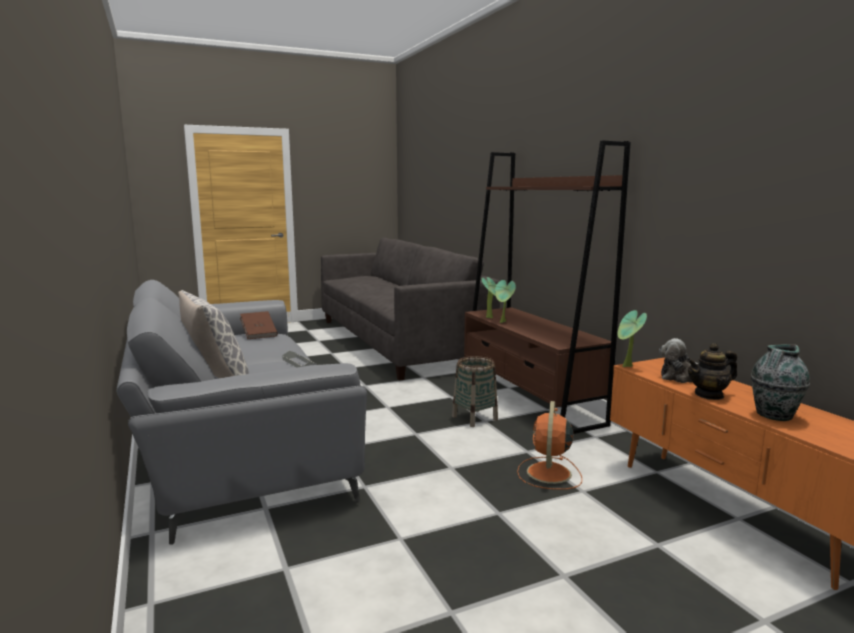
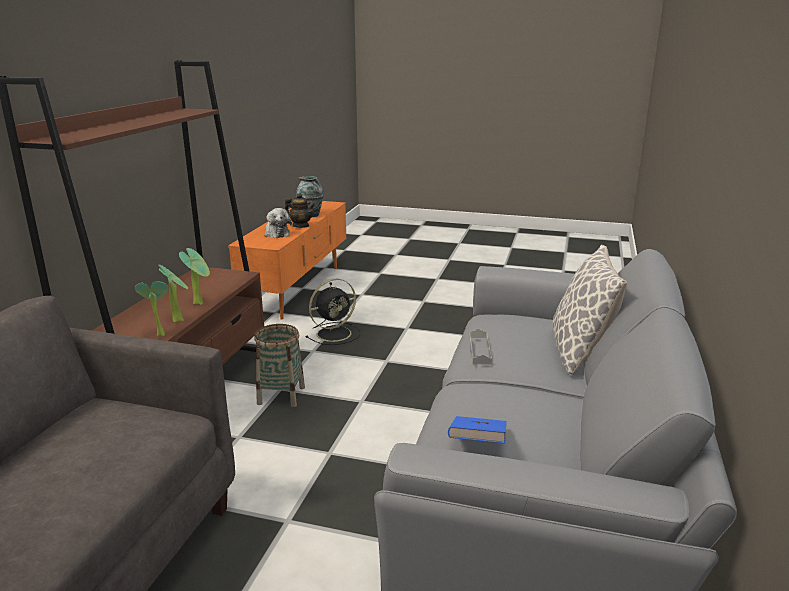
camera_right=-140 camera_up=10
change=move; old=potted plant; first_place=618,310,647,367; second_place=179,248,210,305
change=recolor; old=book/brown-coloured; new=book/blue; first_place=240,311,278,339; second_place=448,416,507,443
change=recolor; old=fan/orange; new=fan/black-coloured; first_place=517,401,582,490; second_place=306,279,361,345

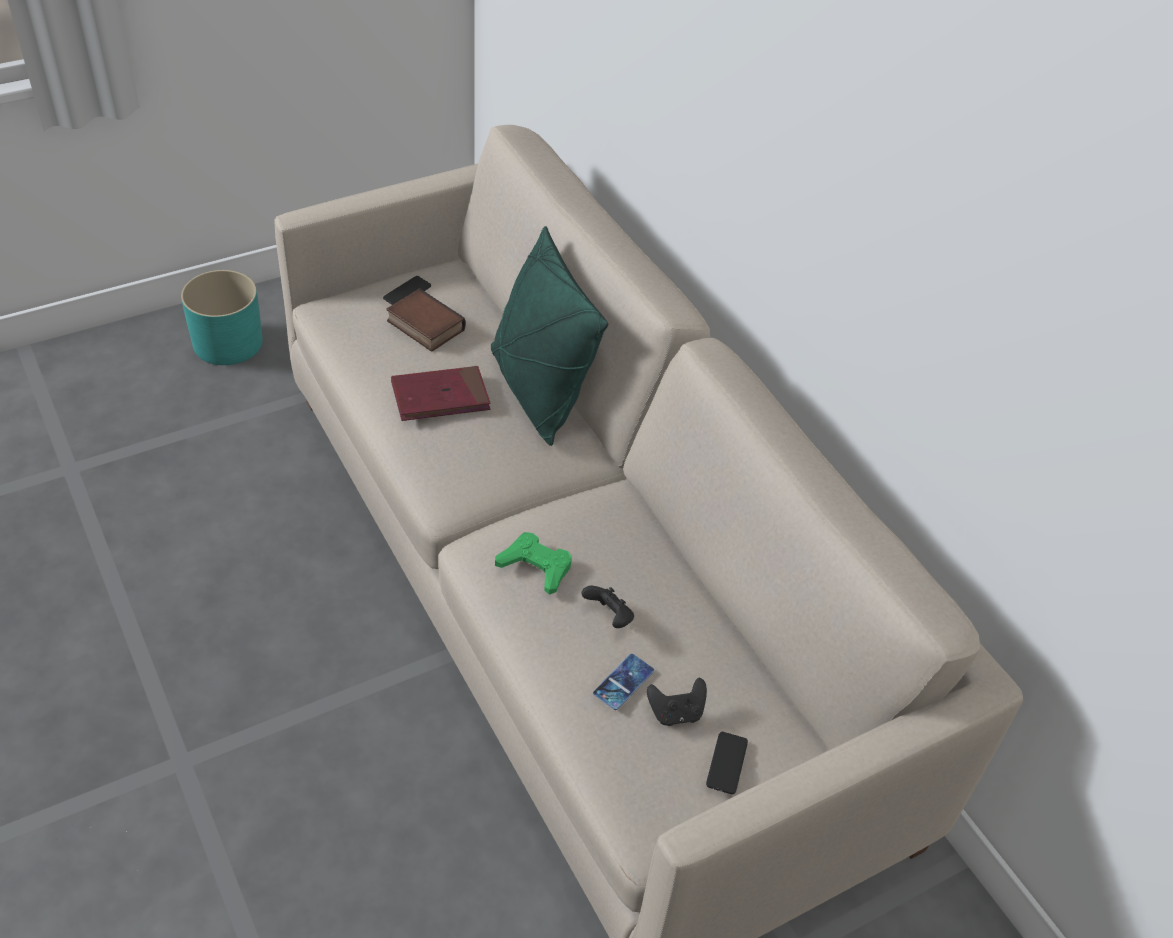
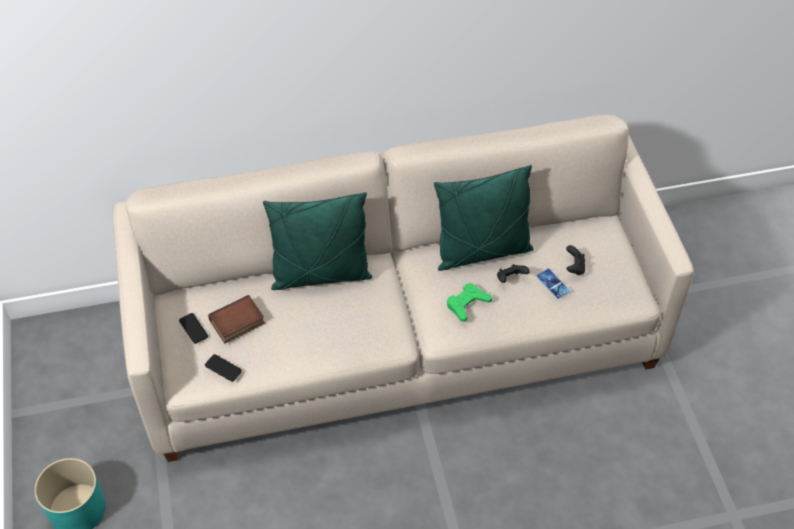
camera_right=-70 camera_up=5
change=delete; old=book/red-coloured; first_place=391,366,491,421
change=move; old=phone; first_place=706,732,748,794; second_place=205,354,242,382
change=insert; new=throw pillow/green-coloured; second_place=434,165,534,271

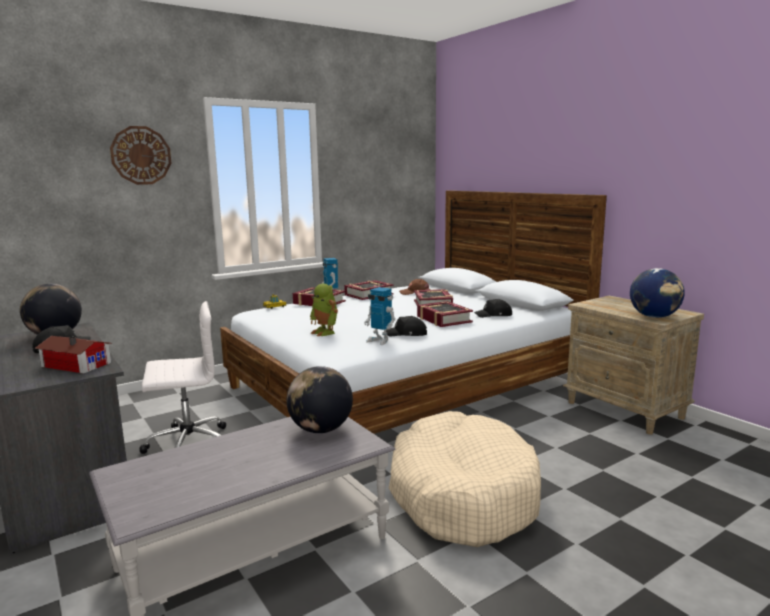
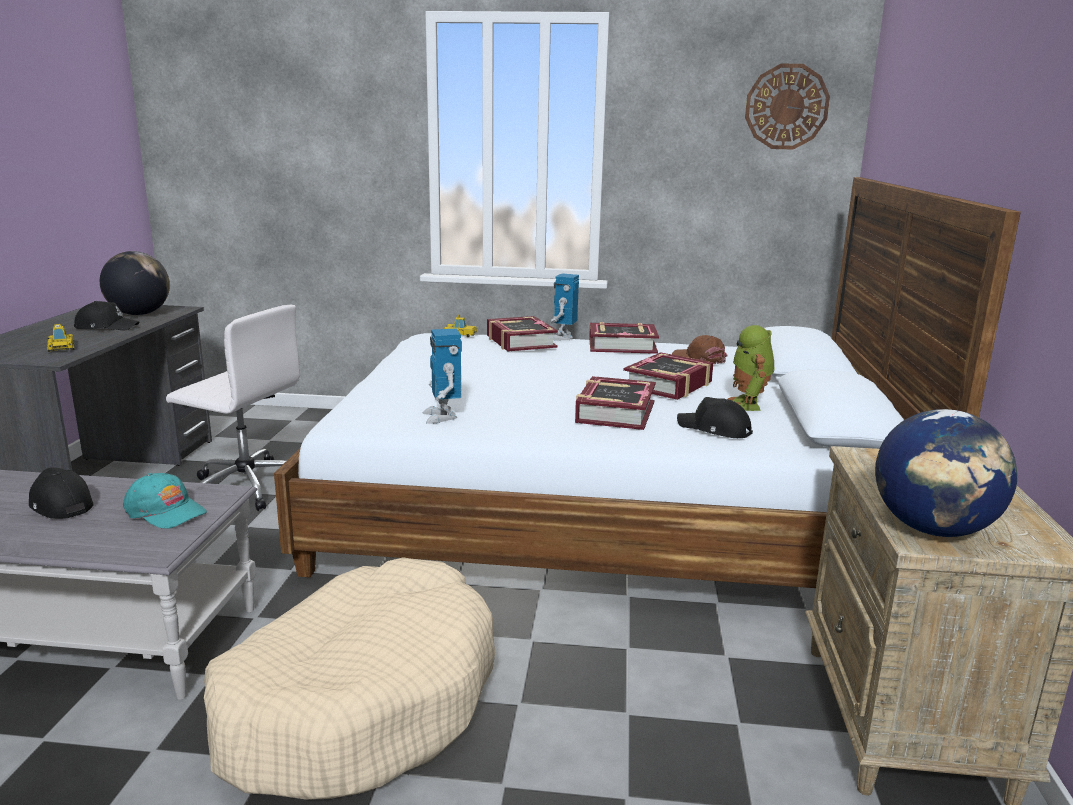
camera_right=40 camera_up=5
change=move; old=wall clock; first_place=110,126,171,185; second_place=745,64,830,149
change=move; old=toy robot; first_place=310,284,338,336; second_place=728,325,775,411
change=move; old=cap/black-coloured; first_place=386,316,427,337; second_place=29,467,94,519
change=replace; old=toy house; new=toy car; first_place=35,336,112,374; second_place=47,324,75,352
change=replace; old=globe; new=cap/turquoise; first_place=287,366,353,433; second_place=123,473,207,529

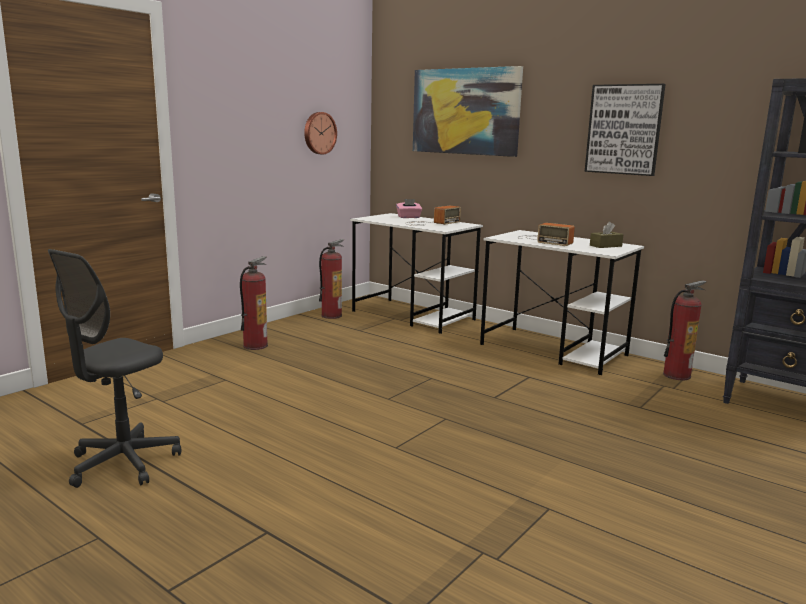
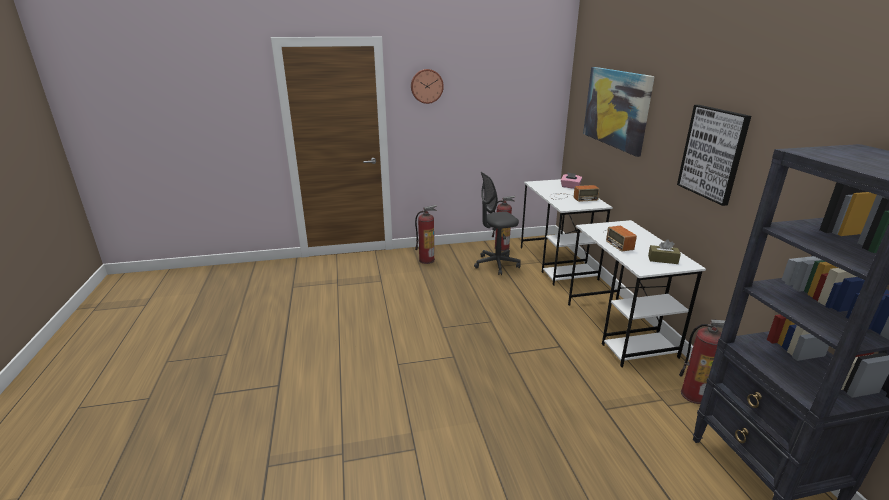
camera_right=40 camera_up=10
change=move; old=wall clock; first_place=304,112,337,154; second_place=411,69,444,104
change=move; old=office chair/greyish; first_place=48,249,181,488; second_place=474,172,521,275

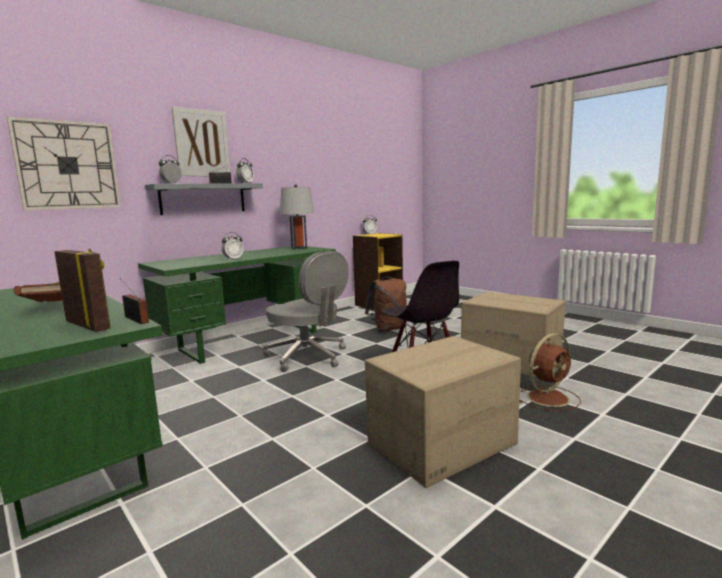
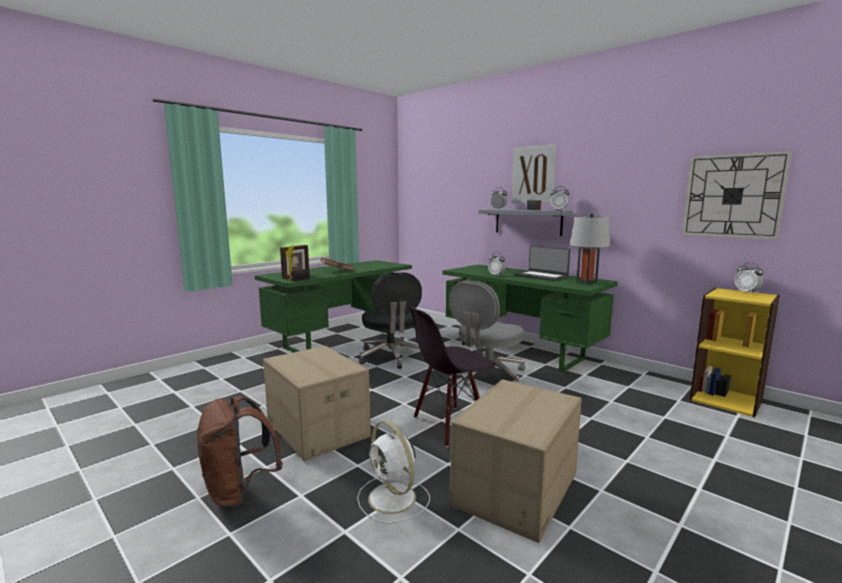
camera_right=85 camera_up=0
change=move; old=wall clock; first_place=7,116,121,210; second_place=682,150,792,240
change=move; old=backpack/brown-coloured; first_place=365,276,407,332; second_place=197,396,283,508
change=recolor; old=fan/brown-coloured; new=fan/whitish; first_place=519,334,581,411; second_place=357,421,430,524
change=insert; new=laptop; second_place=514,246,570,281
change=insert; new=office chair/black-coloured; second_place=359,272,422,369

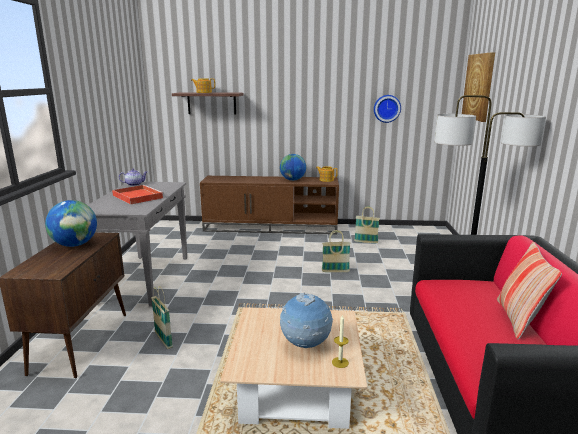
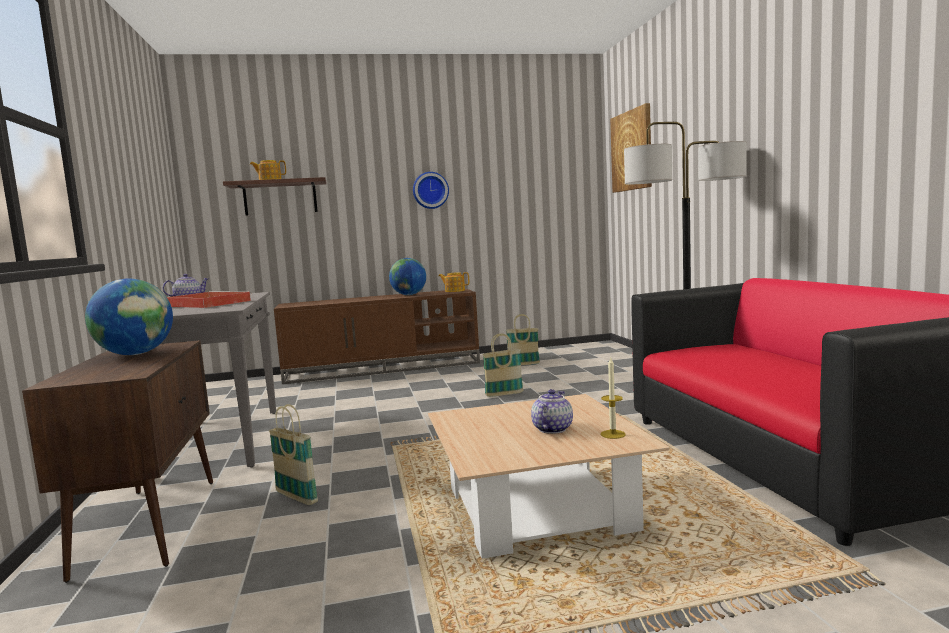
camera_right=-15 camera_up=-10
change=move; old=wall clock; first_place=374,95,401,123; second_place=413,172,449,209
change=delete; old=throw pillow; first_place=497,242,562,339
change=replace; old=globe; new=tea pot; first_place=280,293,333,348; second_place=531,389,573,434

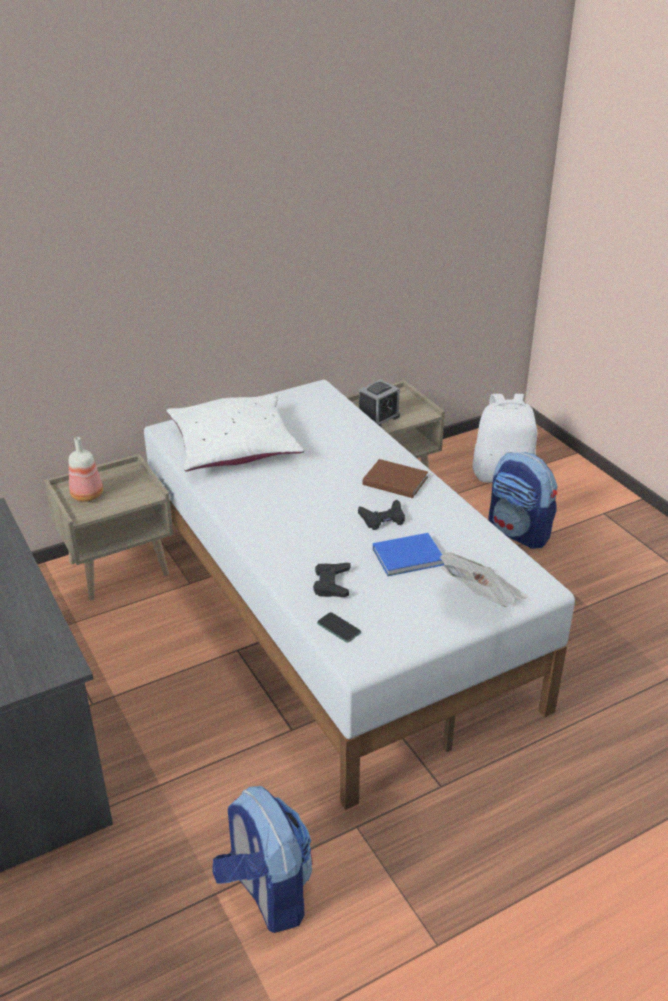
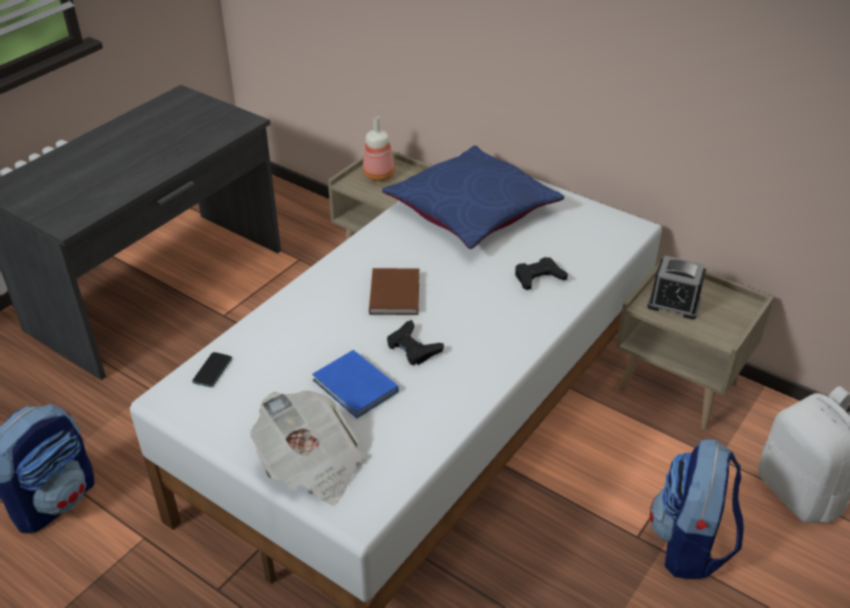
camera_right=65 camera_up=5
change=recolor; old=throw pillow/whitish; new=throw pillow/blue; first_place=167,394,304,471; second_place=382,146,564,249
change=move; old=book/brown-coloured; first_place=363,459,428,498; second_place=369,268,419,315
change=move; old=gamepad/black-coloured; first_place=313,563,351,597; second_place=515,257,568,290

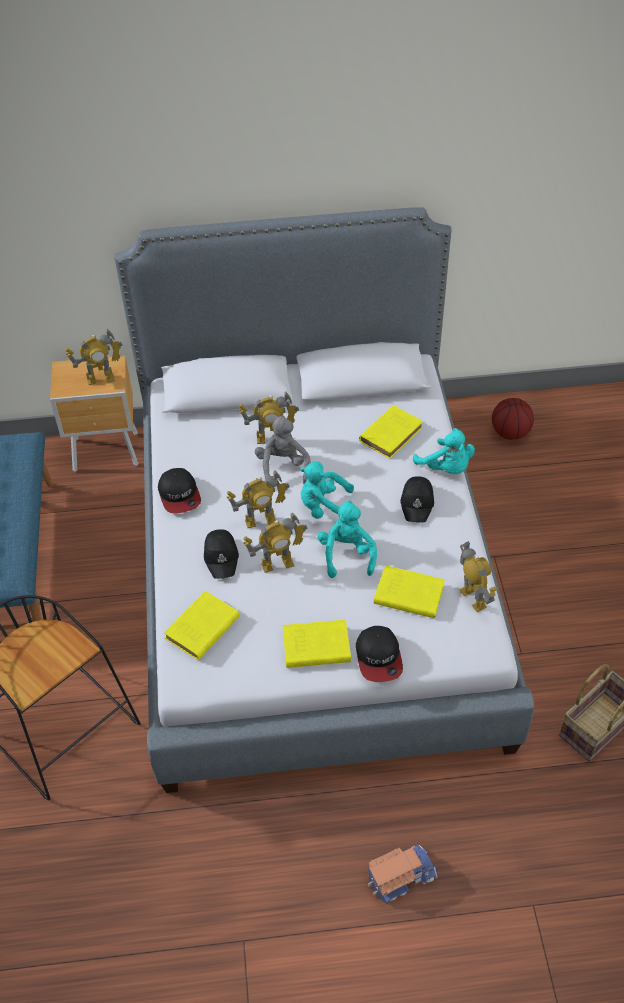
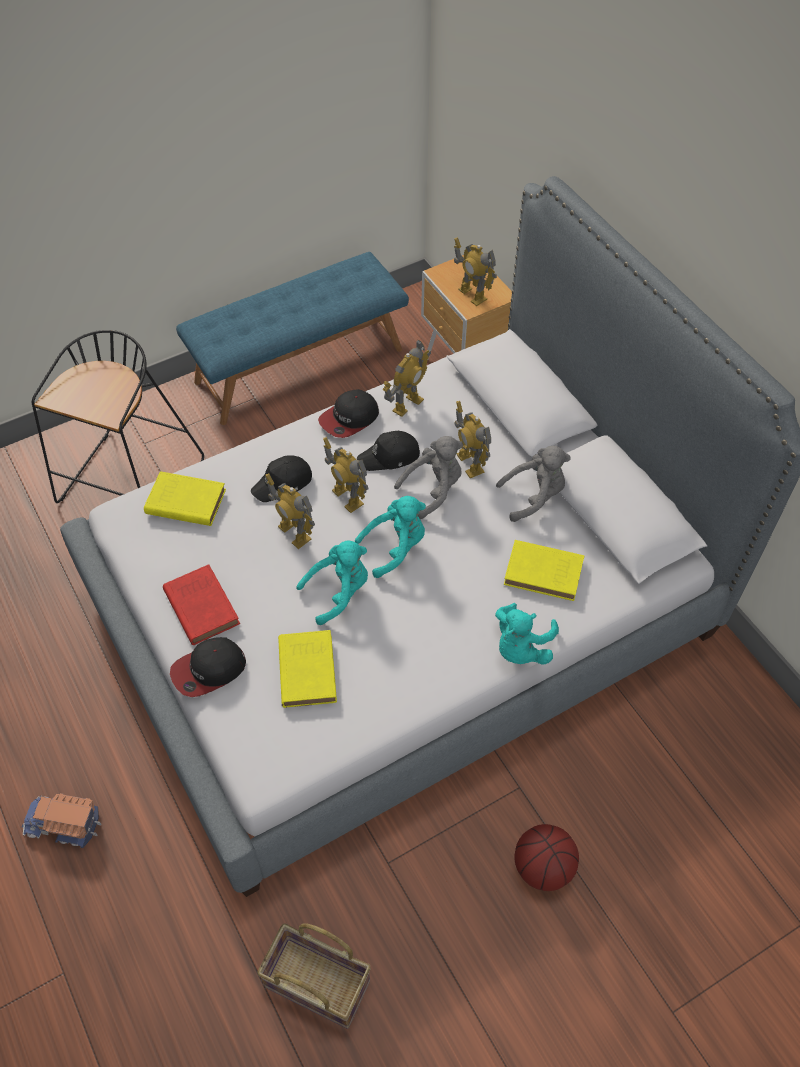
camera_right=65 camera_up=5
change=move; old=basketball; first_place=492,398,534,440; second_place=514,824,579,891
change=rotate; old=plush toy/turquoise; first_place=300,461,354,519; second_place=355,496,426,578; degrees=90
change=move; old=cap/black-coloured; first_place=400,476,434,523; second_place=357,431,420,471
change=move; old=toy robot; first_place=459,541,497,612; second_place=382,339,431,417
change=recolor; old=book/yellow-coloured; new=book/red-coloured; first_place=283,619,351,668; second_place=163,564,240,645
change=rotate; old=model truck; first_place=368,845,438,904; second_place=22,793,101,848; degrees=150
change=insert; new=plush toy/greyish; second_place=496,446,571,522

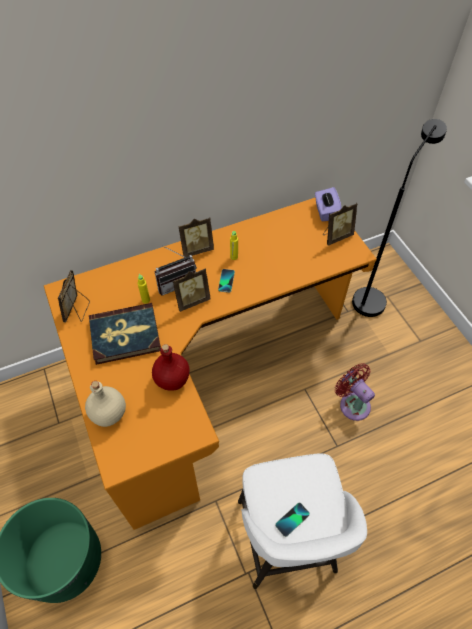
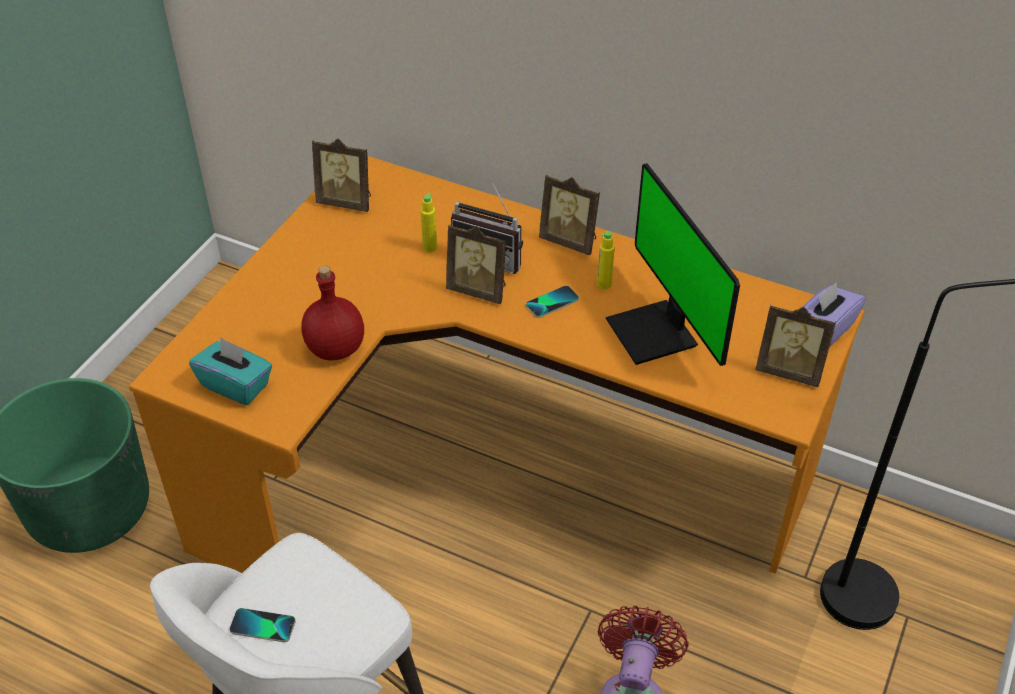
camera_right=50 camera_up=-10
change=rotate; old=picture frame; first_place=58,270,90,322; second_place=312,139,371,212; degrees=-135
change=delete; old=book; first_place=89,303,161,365
change=delete; old=beverage bottle/beige; first_place=85,381,126,427
change=insert; new=computer display; second_place=606,163,740,366
change=insert; new=box of tissues/turquoise; second_place=189,337,272,405

